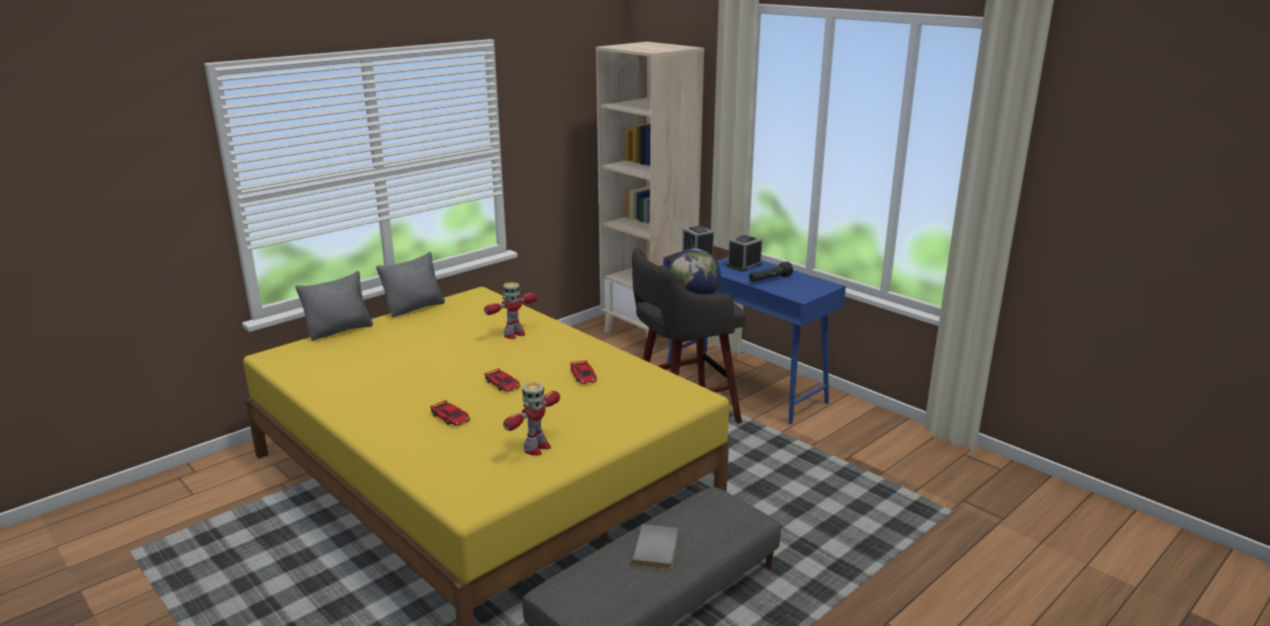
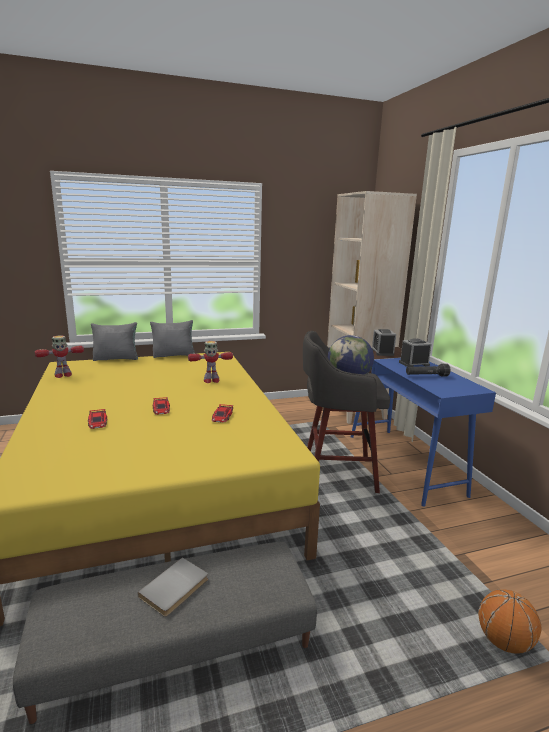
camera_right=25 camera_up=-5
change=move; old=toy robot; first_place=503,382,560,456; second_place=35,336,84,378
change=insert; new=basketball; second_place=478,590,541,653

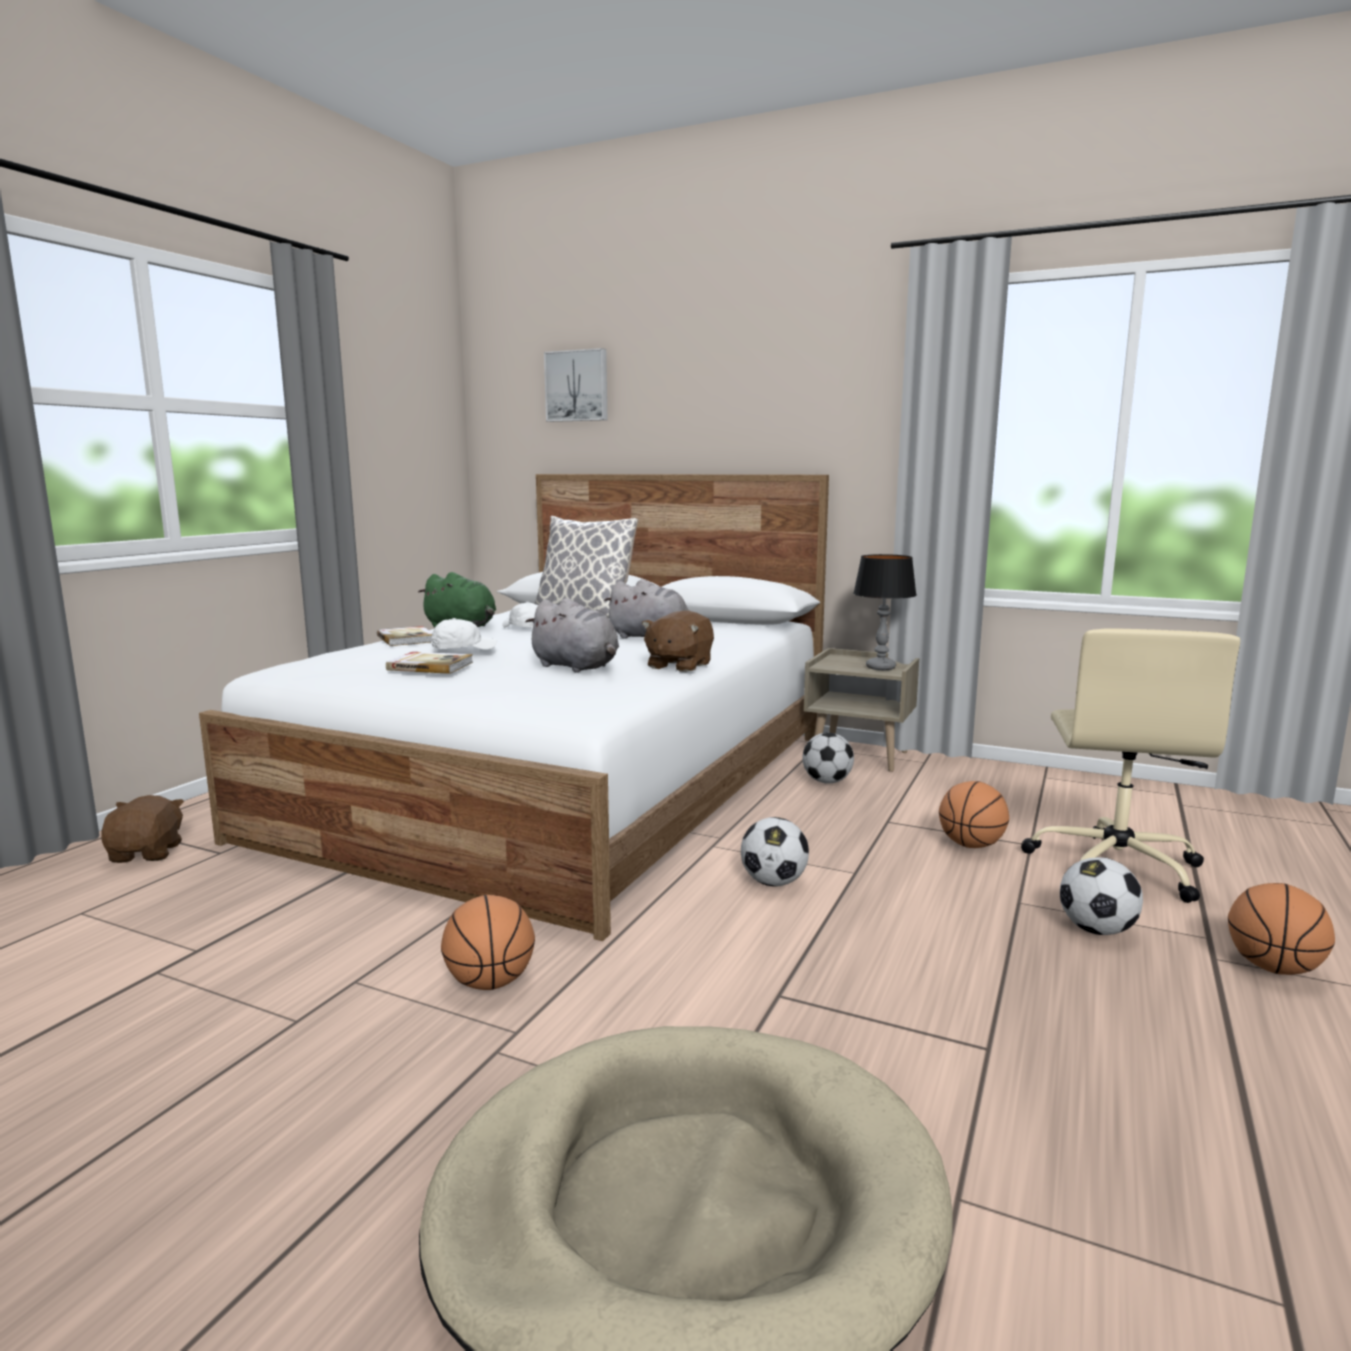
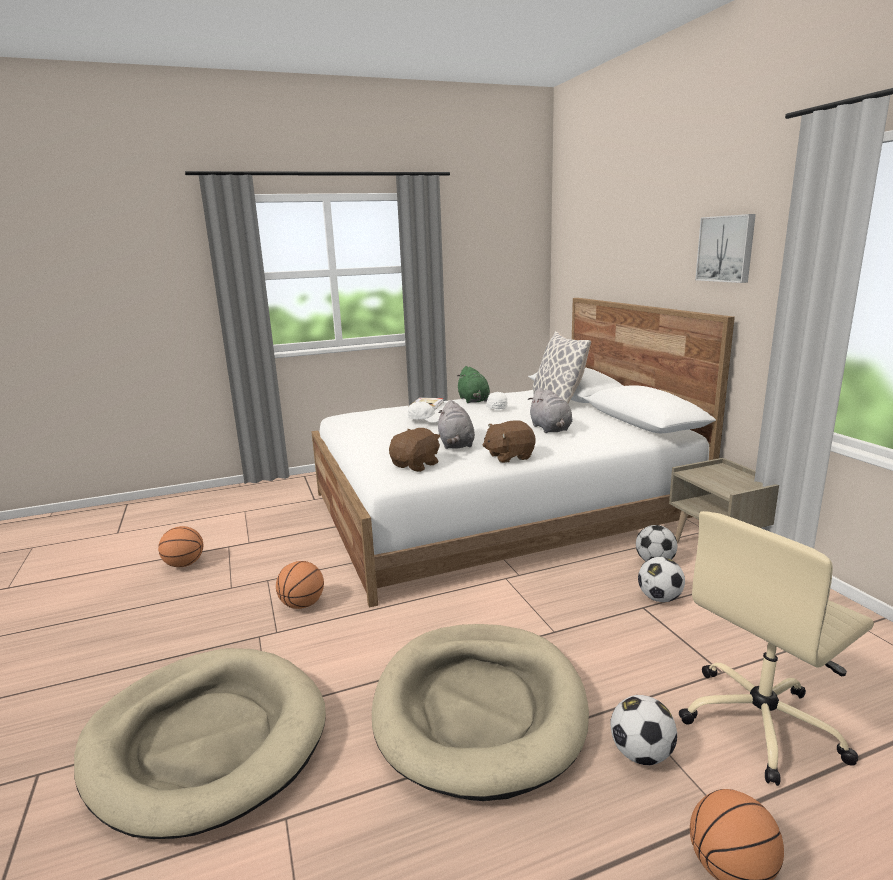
camera_right=45 camera_up=5
change=move; old=wall art; first_place=544,348,607,422; second_place=695,214,756,283
change=delete; old=lamp for a table; first_place=853,554,917,670
change=delete; old=book; first_place=386,652,473,674
change=move; old=basketball; first_place=939,781,1009,848; second_place=158,526,203,567
change=move; old=plush toy/brown-coloured; first_place=102,795,184,863; second_place=389,428,441,472
change=move; old=football ball; first_place=741,817,809,887; second_place=638,557,685,602
change=insert; new=dog cushion/beige; second_place=372,624,589,801

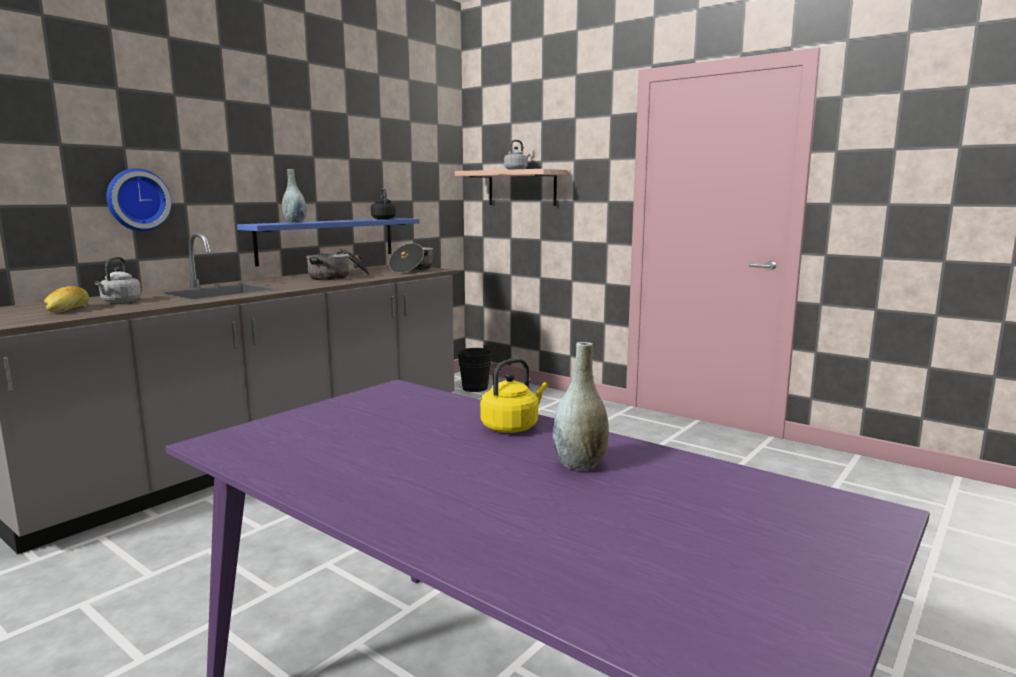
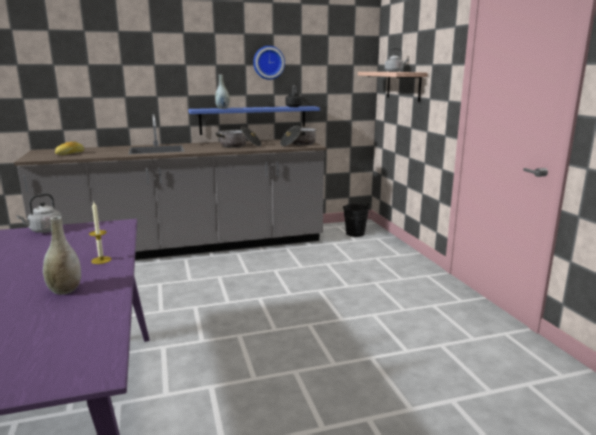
camera_right=35 camera_up=5
change=move; old=wall clock; first_place=107,168,172,231; second_place=253,46,285,80
change=move; old=water kettle/greyish; first_place=95,257,142,303; second_place=17,193,63,233
change=replace; old=water kettle/yellow-coloured; new=wax light; first_place=480,358,548,433; second_place=89,202,112,264

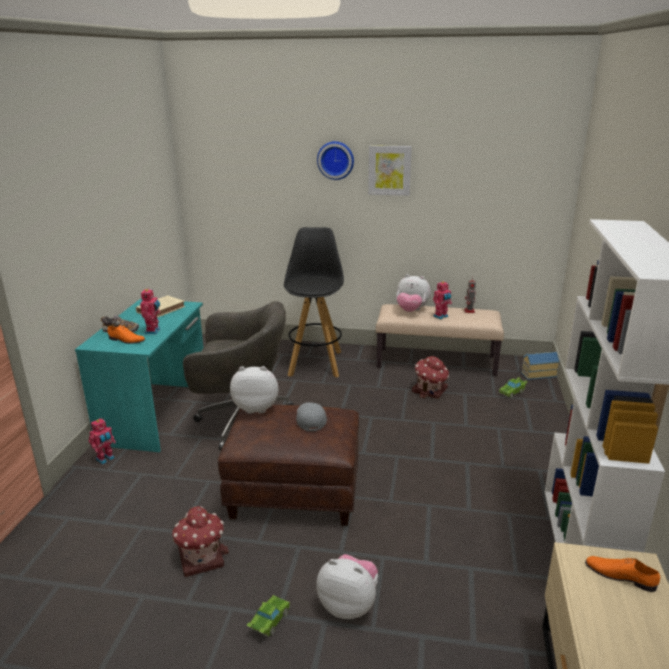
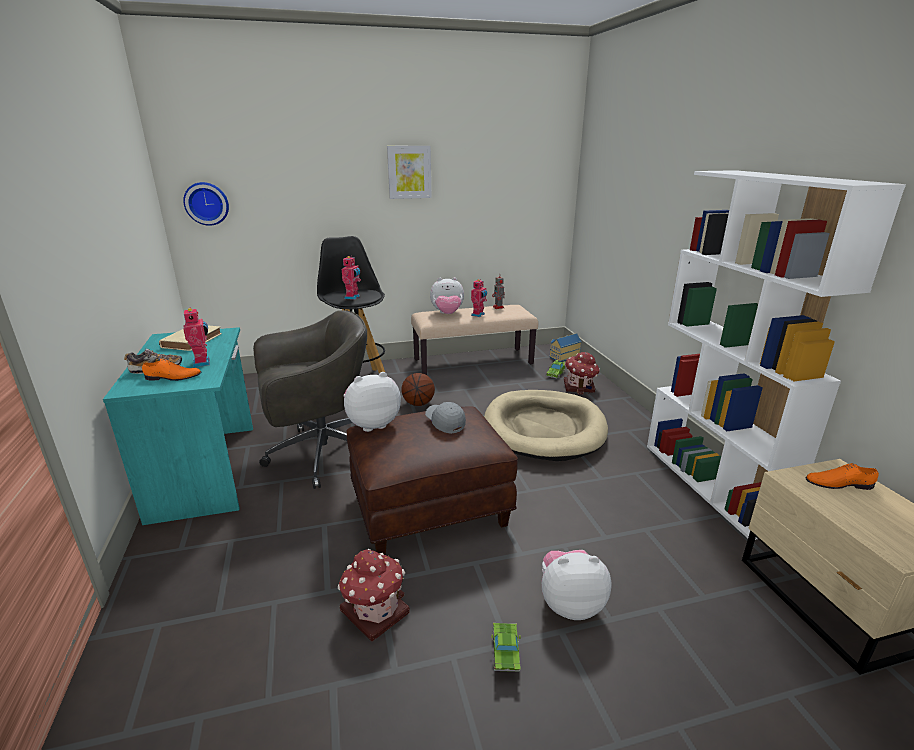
camera_right=-25 camera_up=0
change=move; old=wall clock; first_place=317,141,354,180; second_place=183,182,229,226
change=move; old=toy house; first_place=412,356,449,399; second_place=564,352,600,395
change=move; old=toy robot; first_place=89,418,116,465; second_place=342,256,361,300
change=insert; new=basketball; second_place=401,373,435,406
change=insert; new=dog cushion/beige; second_place=484,390,608,461

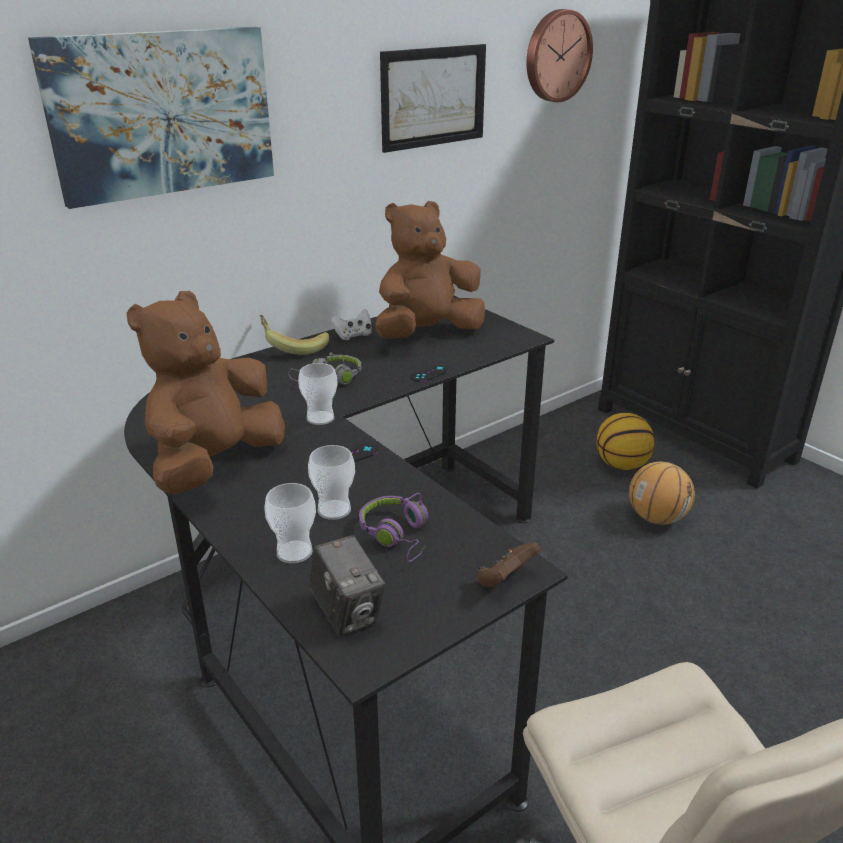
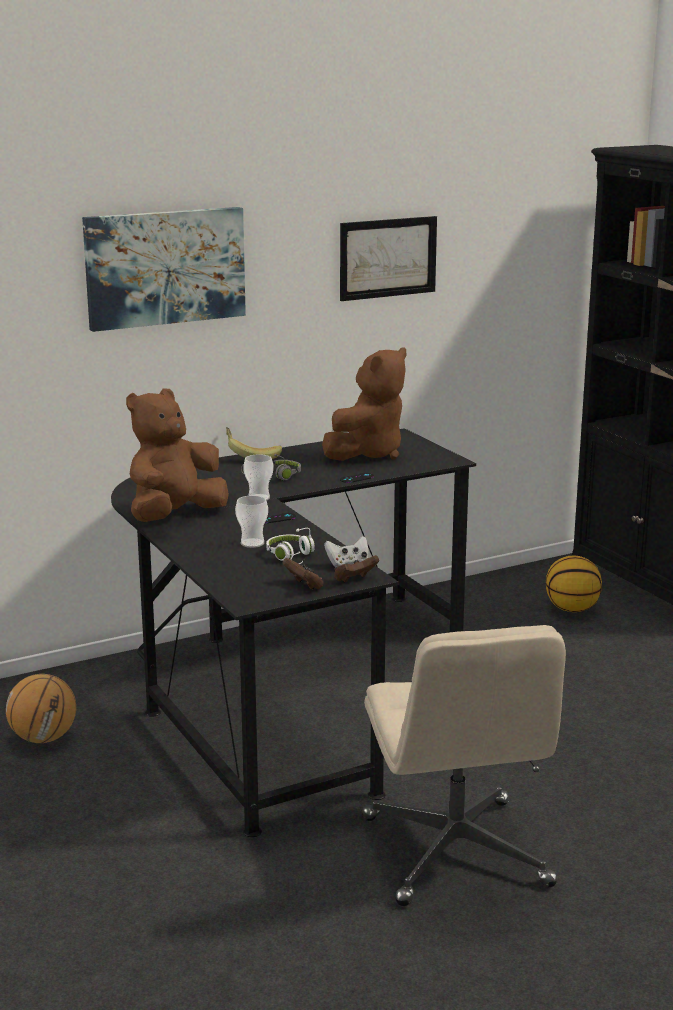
camera_right=10 camera_up=-10
change=delete; old=wall clock; first_place=527,9,593,102
change=rotate; old=plush toy/brown-coloured; first_place=375,201,485,339; second_place=322,347,406,461; degrees=150
change=move; old=gamepad/whitish; first_place=330,309,372,340; second_place=324,536,368,567
change=move; old=basketball; first_place=629,462,695,525; second_place=6,674,76,743
change=delete; old=drinking cup; first_place=264,483,316,563
change=recolor; old=headset/purple; new=headset/whitish; first_place=359,493,428,562; second_place=266,528,315,564
change=delete; old=still camera; first_place=309,535,385,636
change=insert; new=gamepad/brown-coloured; second_place=282,558,324,590

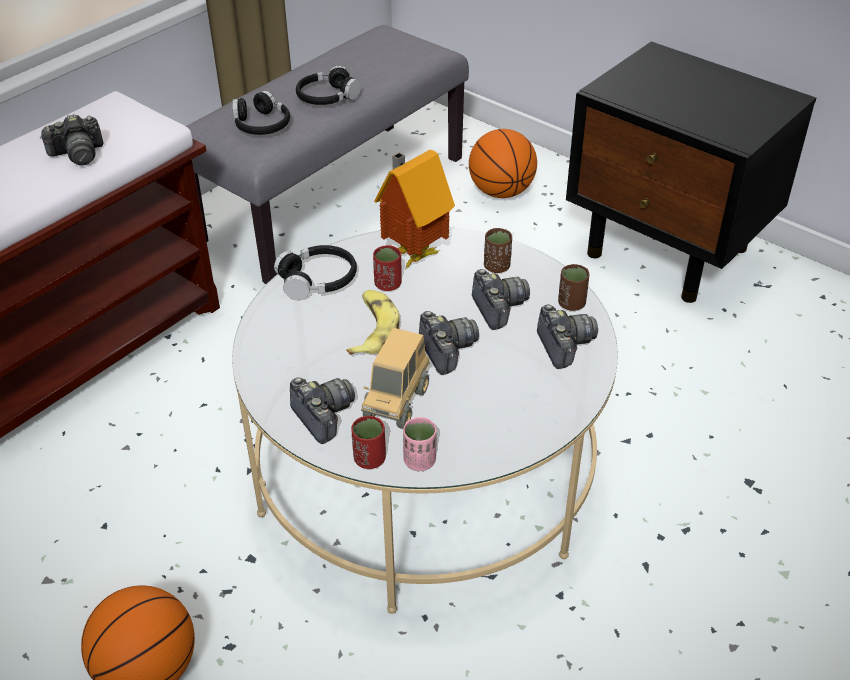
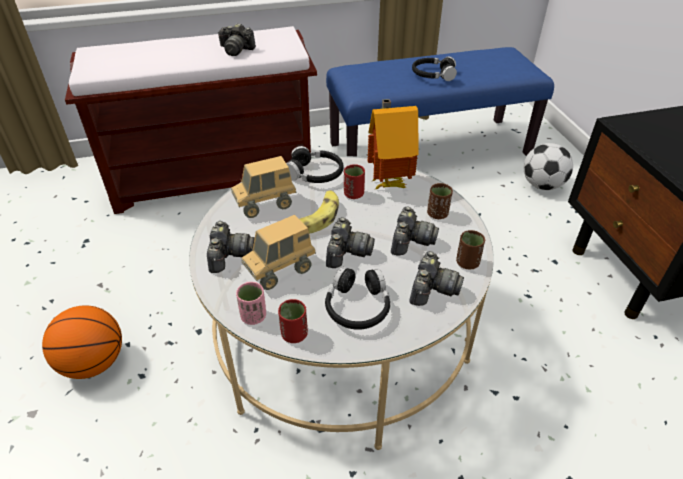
camera_right=35 camera_up=0
change=recolor; old=bench/greyish; new=bench/blue; first_place=186,25,469,284; second_place=326,47,554,157
change=move; old=headset/black-coloured; first_place=232,91,290,135; second_place=325,267,390,330
change=replace; old=basketball; new=football ball; first_place=469,129,537,198; second_place=524,143,573,190
change=move; old=drinking cup/red-coloured; first_place=351,416,386,469; second_place=278,299,308,343
change=insert; new=model truck; second_place=231,156,296,218

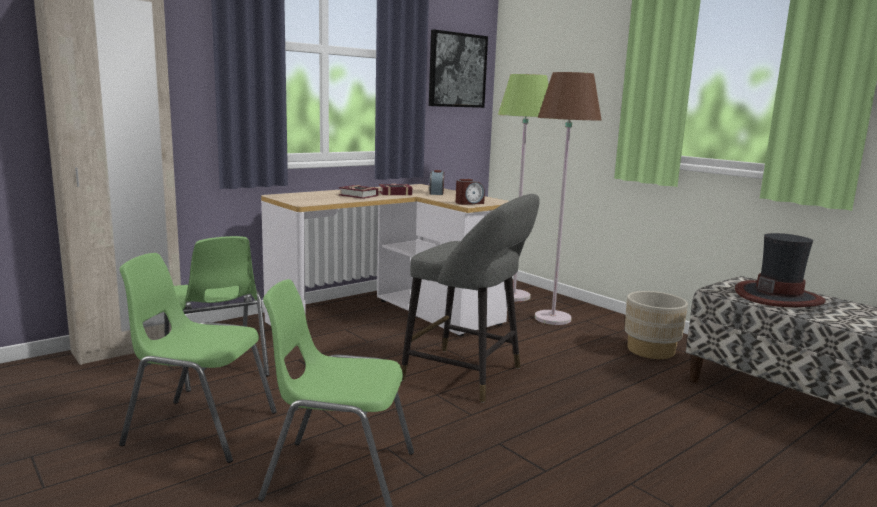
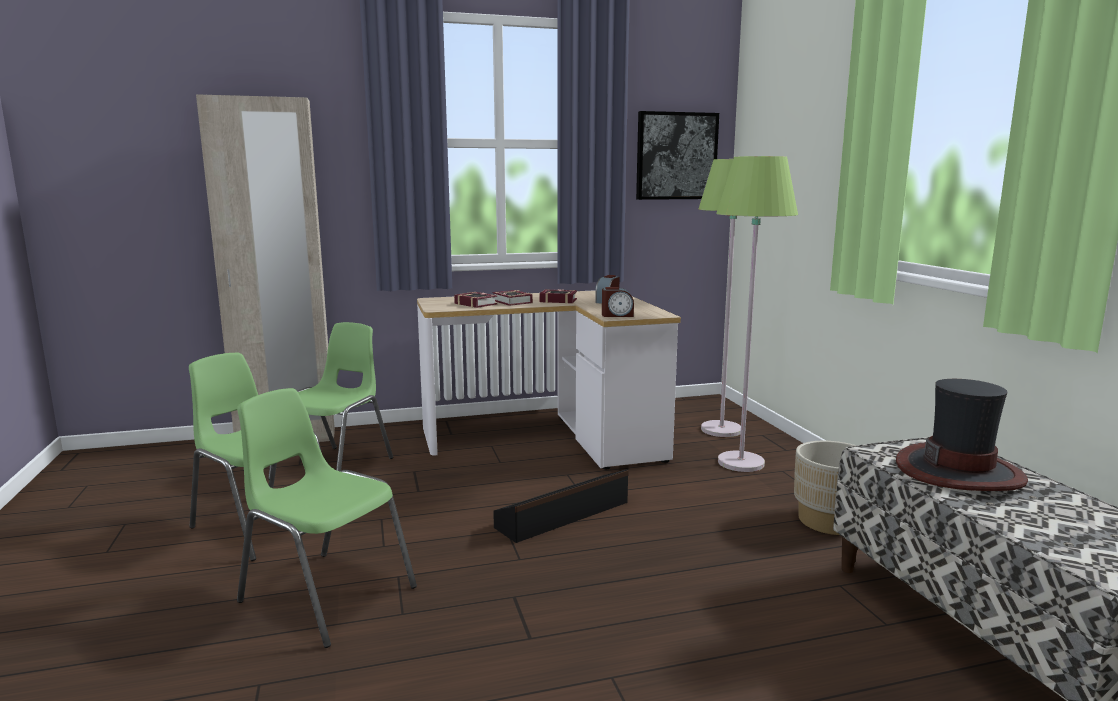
camera_right=25 camera_up=0
change=recolor; old=standard lamp/brown-coloured; new=standard lamp/green-coloured; first_place=535,72,602,325; second_place=716,156,798,472
change=replace; old=stool seat/greyish; new=storage container/black-coloured; first_place=401,194,540,403; second_place=493,470,629,543
change=rotate; old=upright chair/green-coloured; first_place=164,236,269,392; second_place=268,322,393,479; degrees=-150
change=insert; new=book; second_place=454,292,498,308

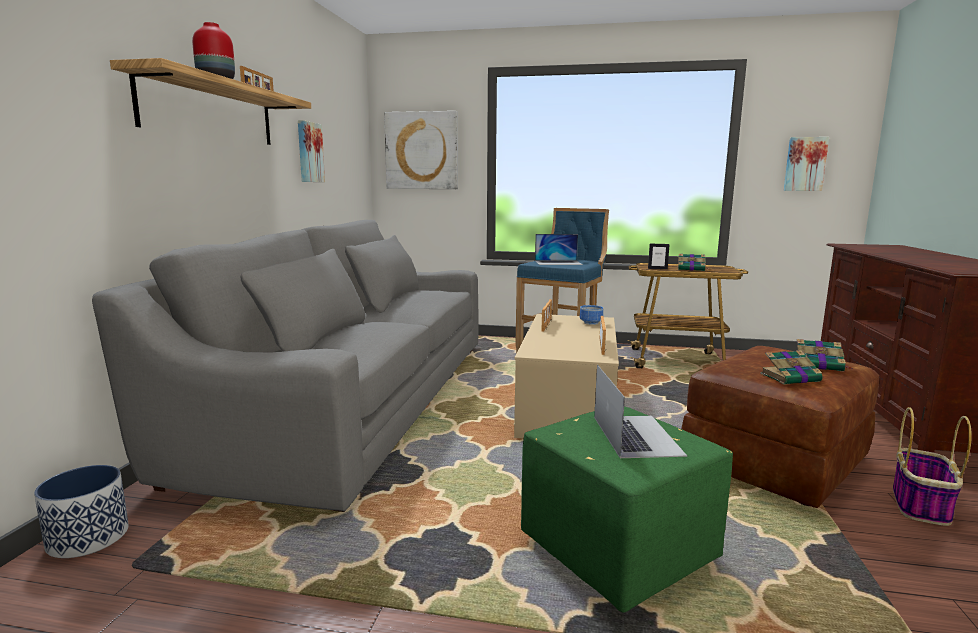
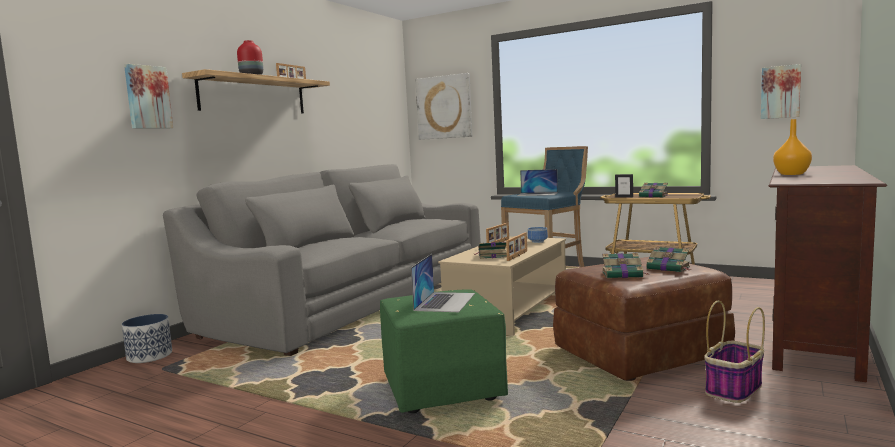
camera_right=20 camera_up=-5
change=move; old=wall art; first_place=298,120,325,182; second_place=124,64,173,129
change=insert; new=decorative vase/orange; second_place=773,119,812,175
change=insert; new=book; second_place=474,242,507,259

